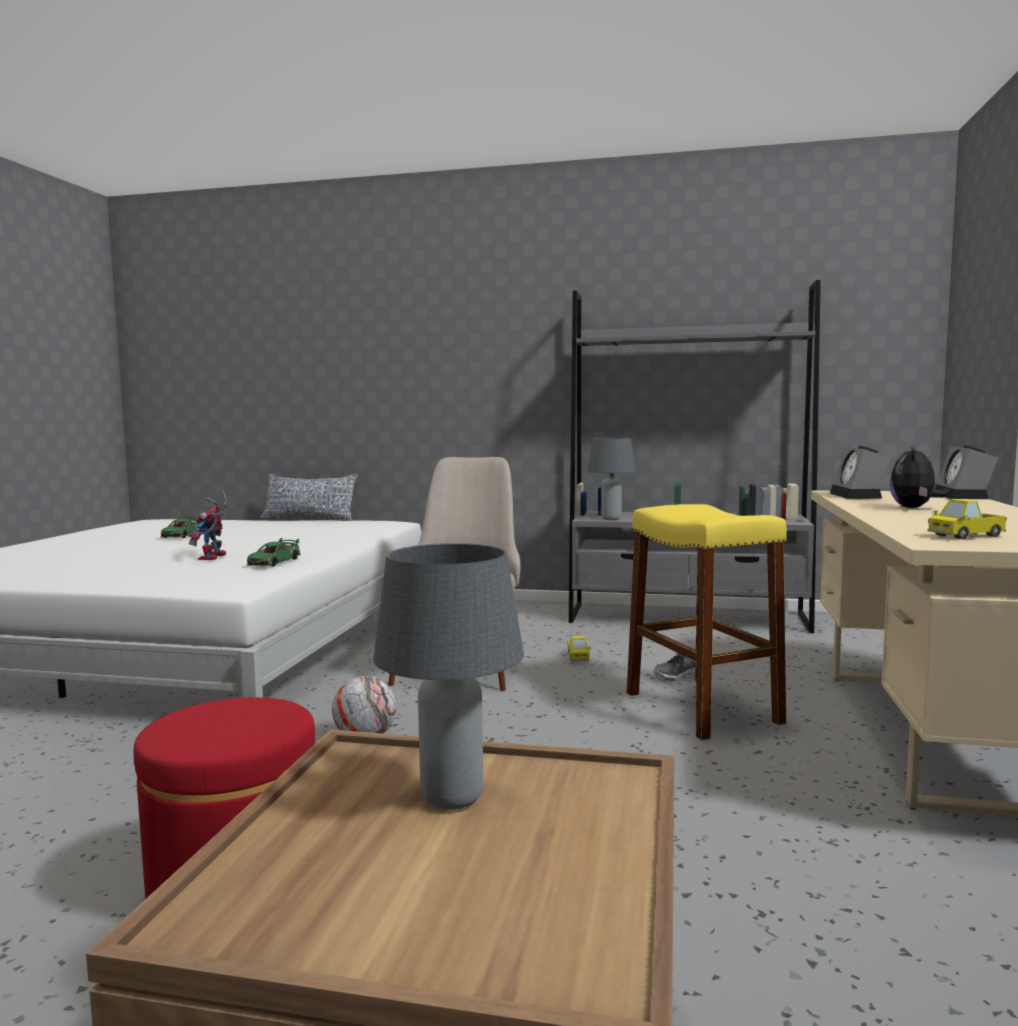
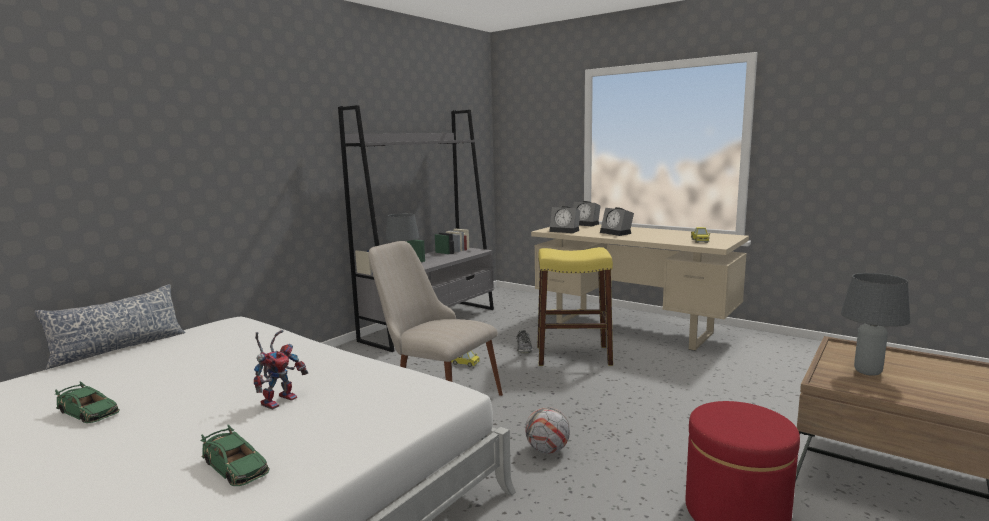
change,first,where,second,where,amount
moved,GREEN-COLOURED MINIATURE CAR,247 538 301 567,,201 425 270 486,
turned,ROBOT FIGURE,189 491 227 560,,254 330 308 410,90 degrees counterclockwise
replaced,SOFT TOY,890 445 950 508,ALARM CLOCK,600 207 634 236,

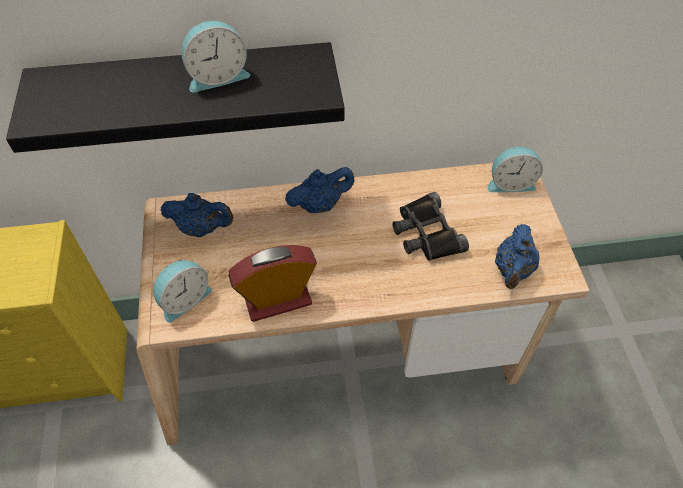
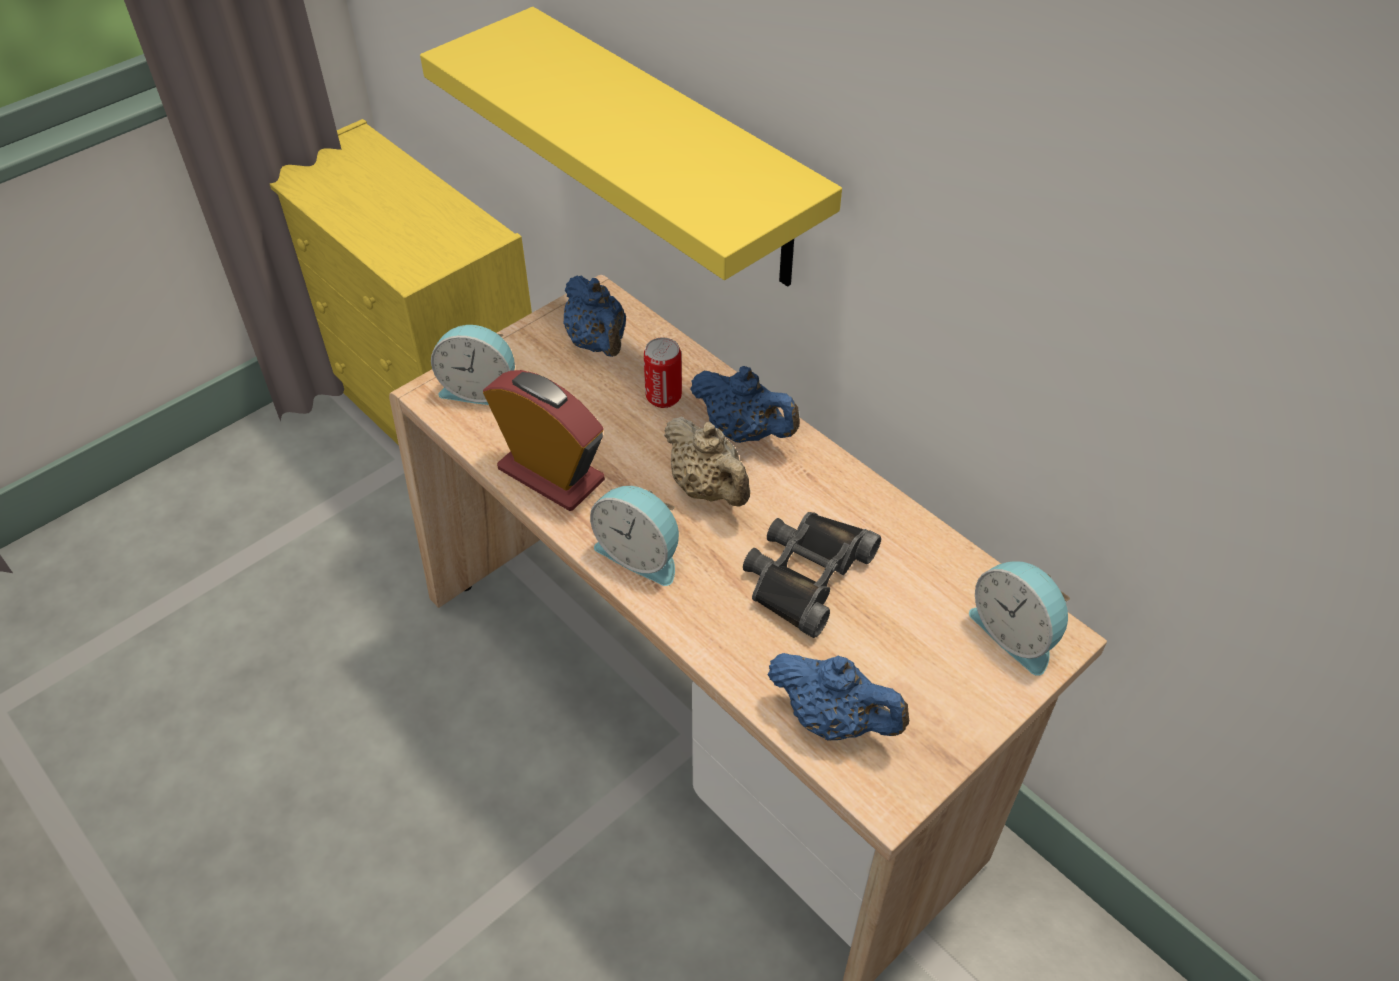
change,first,where,second,where,amount
recoloured,BLACK BRACKET SHELF,6 42 344 153,YELLOW BRACKET SHELF,420 7 842 287,
moved,ALARM CLOCK,181 21 250 92,,590 486 679 586,
added,,,CAN,644 338 682 408,
added,,,BEIGE-COLOURED TEA POT,664 416 750 507,
turned,BLUE-COLOURED TEA POT,495 224 540 289,,767 653 909 741,135 degrees counterclockwise

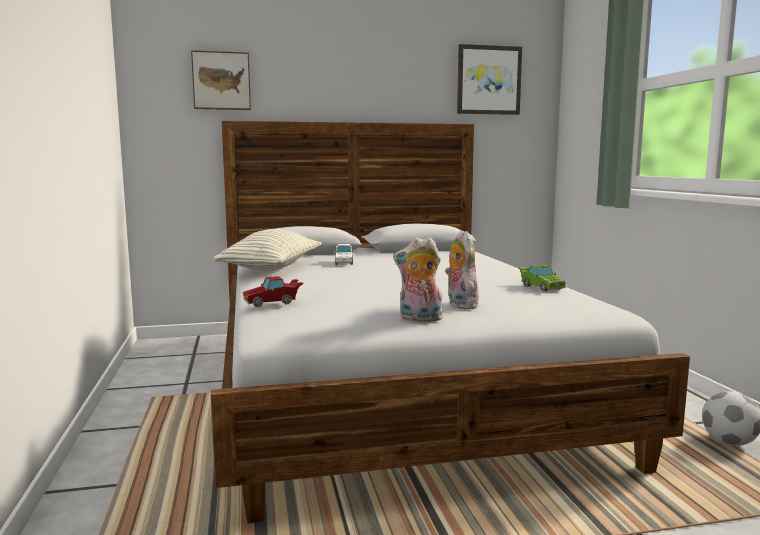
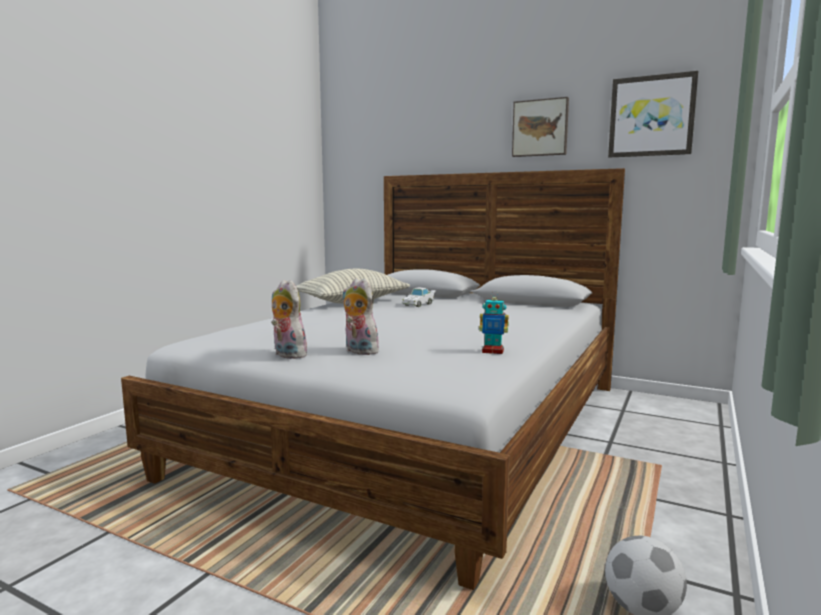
change,first,where,second,where,amount
turned,SOFT TOY,445 230 479 309,,343 278 379 355,75 degrees counterclockwise
replaced,GREEN-COLOURED MINIATURE CAR,518 264 566 292,ROBOT FIGURE,479 291 509 354,
moved,WALL PICTURE,191 50 251 110,,512 97 569 157,
removed,RED MINIATURE CAR,242 276 303 307,,,

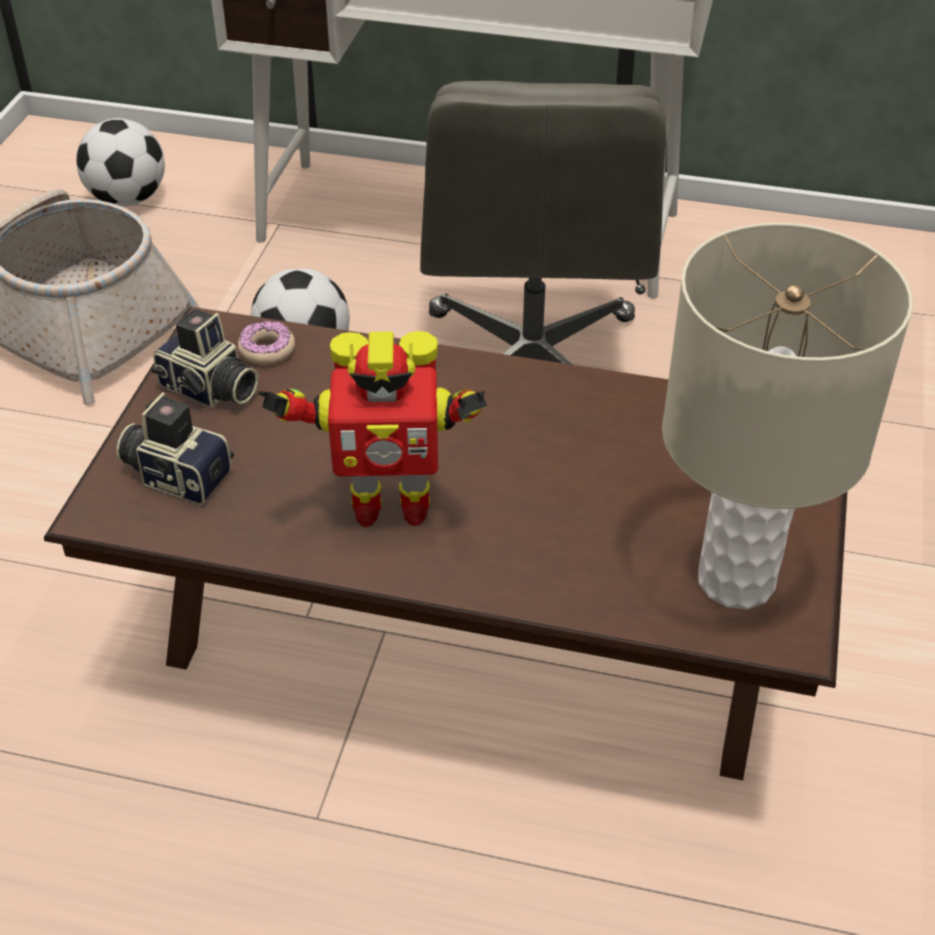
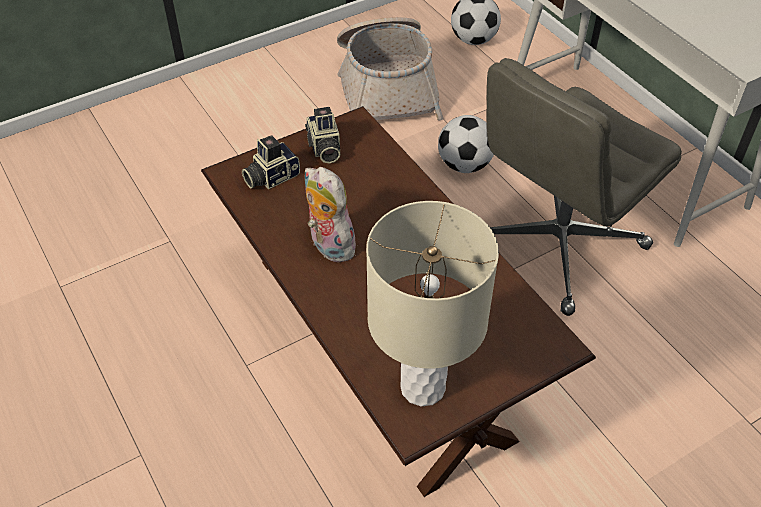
change,first,where,second,where,amount
turned,PHOTO CAMERA,116 392 234 505,,242 136 300 189,105 degrees counterclockwise
replaced,ROBOT FIGURE,258 331 488 527,SOFT TOY,305 167 356 263,
removed,RING DOUGHNUT,238 321 295 365,,,

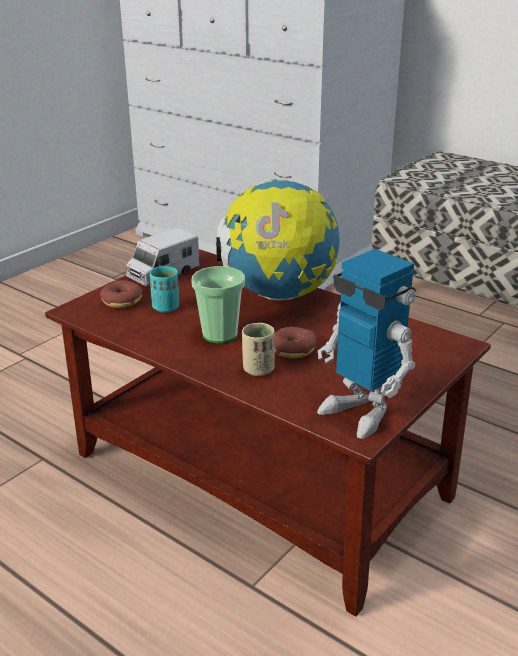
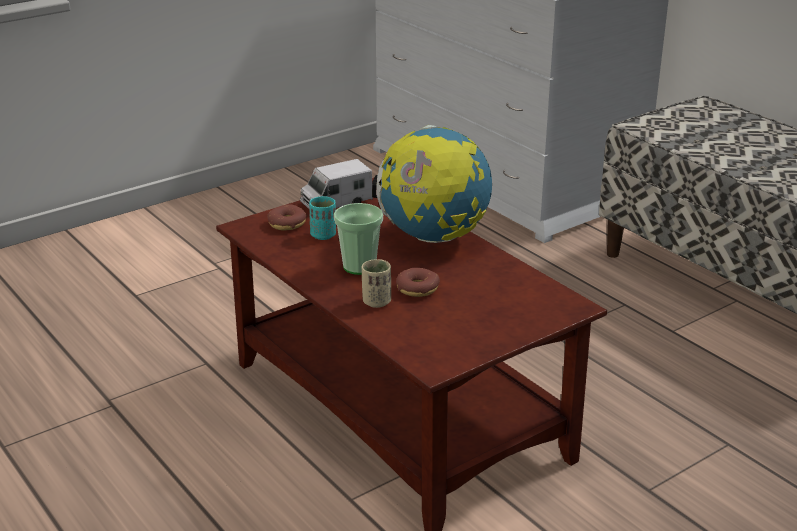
change,first,where,second,where,amount
removed,ROBOT FIGURE,317 249 416 439,,,

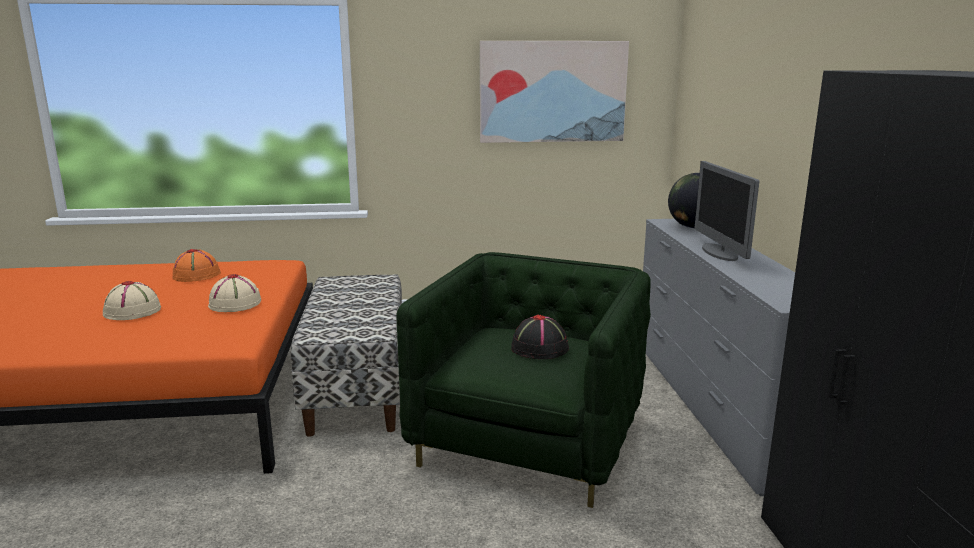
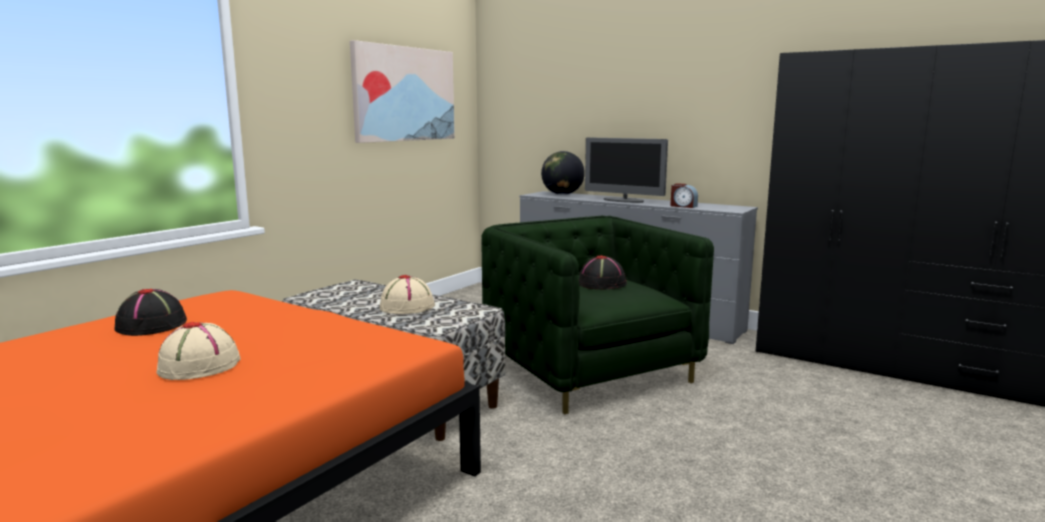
change,first,where,second,where,amount
recoloured,ORANGE HAT,173 249 221 282,BLACK HAT,115 289 187 336,
moved,BEIGE-COLOURED HAT,208 274 261 312,,380 275 435 314,
added,,,ALARM CLOCK,670 183 698 208,

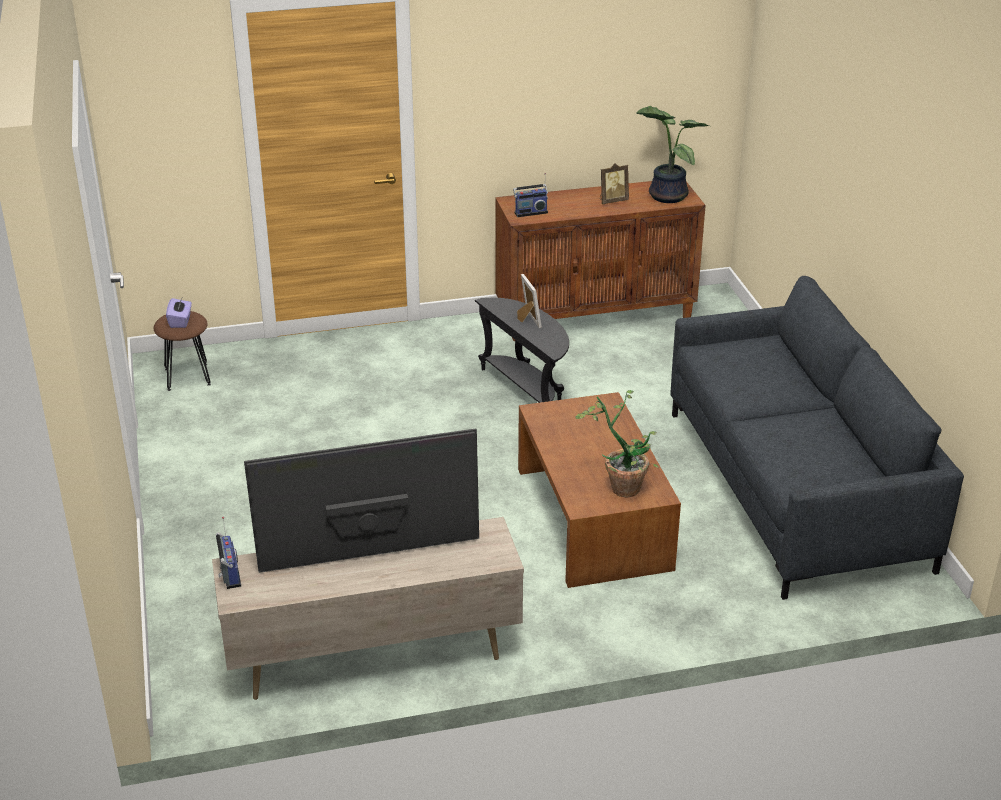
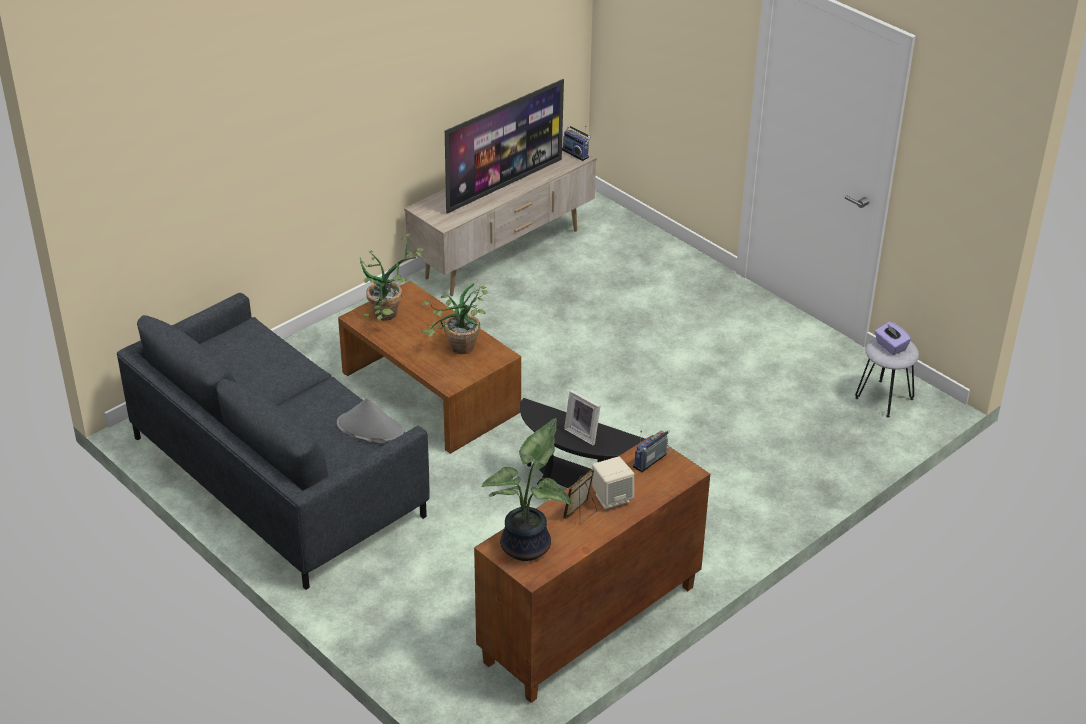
change,first,where,second,where,amount
added,,,GREYISH HAT,337 398 404 443,
added,,,POTTED PLANT,421 284 489 354,
added,,,BEIGE-COLOURED AUDIO SPEAKER,592 456 634 510,
recoloured,BROWN STOOL SEAT,154 311 211 391,GREYISH STOOL SEAT,855 337 919 417,

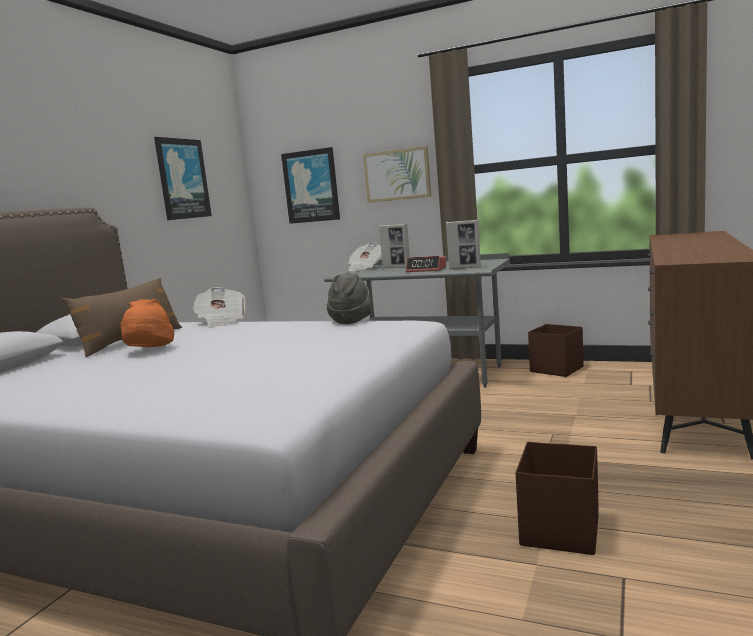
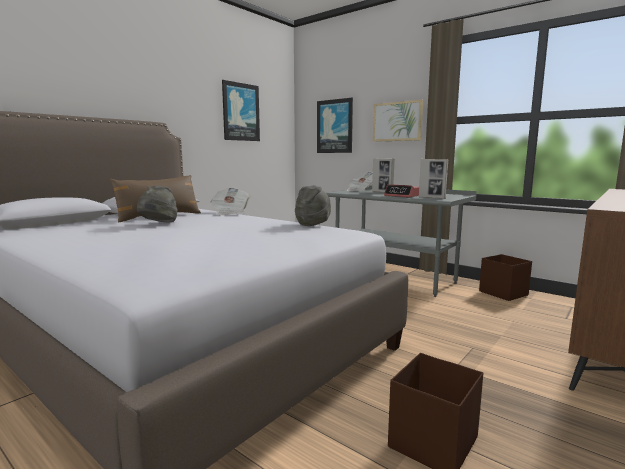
change,first,where,second,where,amount
recoloured,ORANGE HAT,121 299 174 347,GREYISH HAT,137 186 178 223,

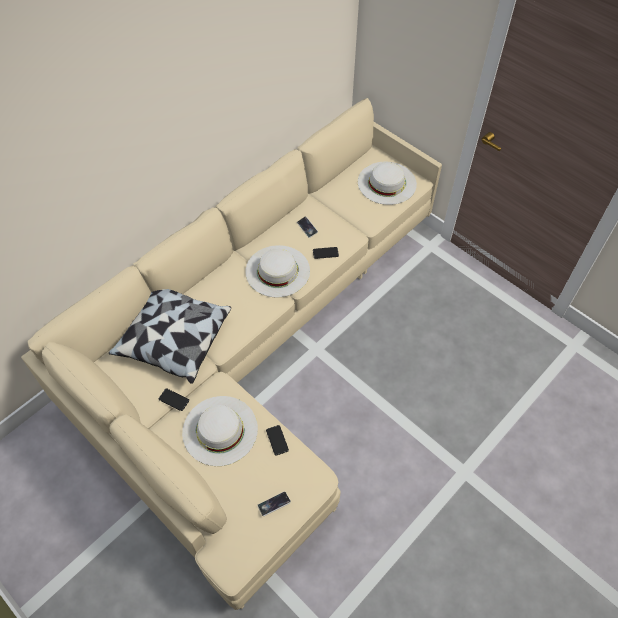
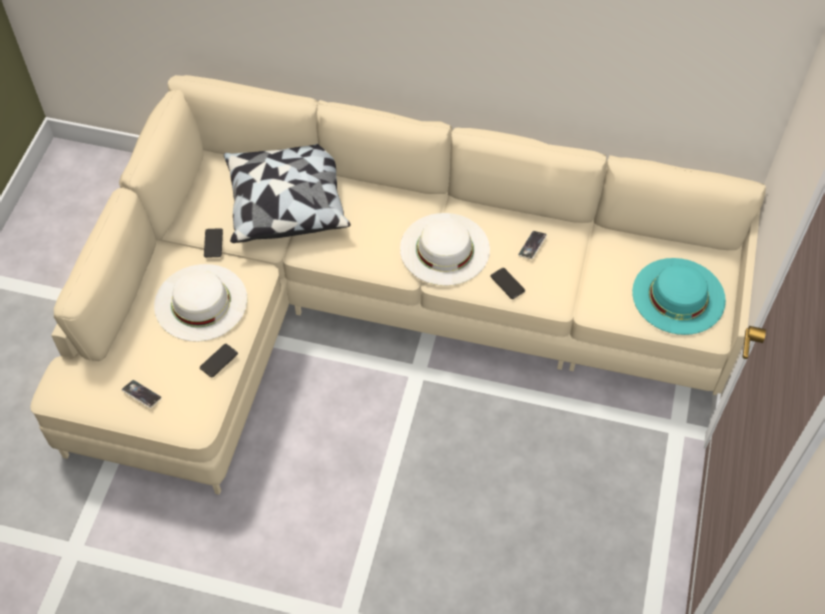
change,first,where,second,where,amount
recoloured,WHITISH HAT,358 162 417 205,TURQUOISE-COLOURED HAT,632 258 726 335,

